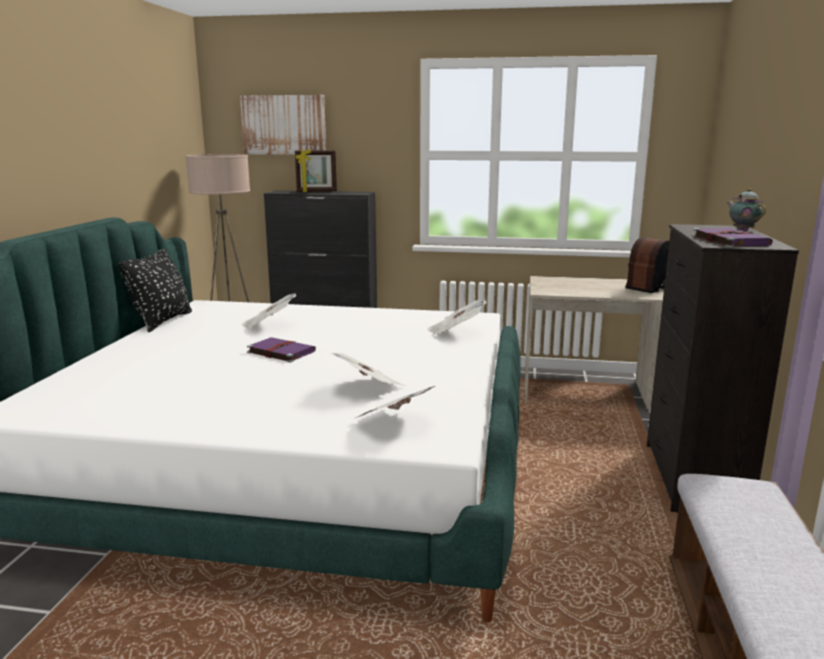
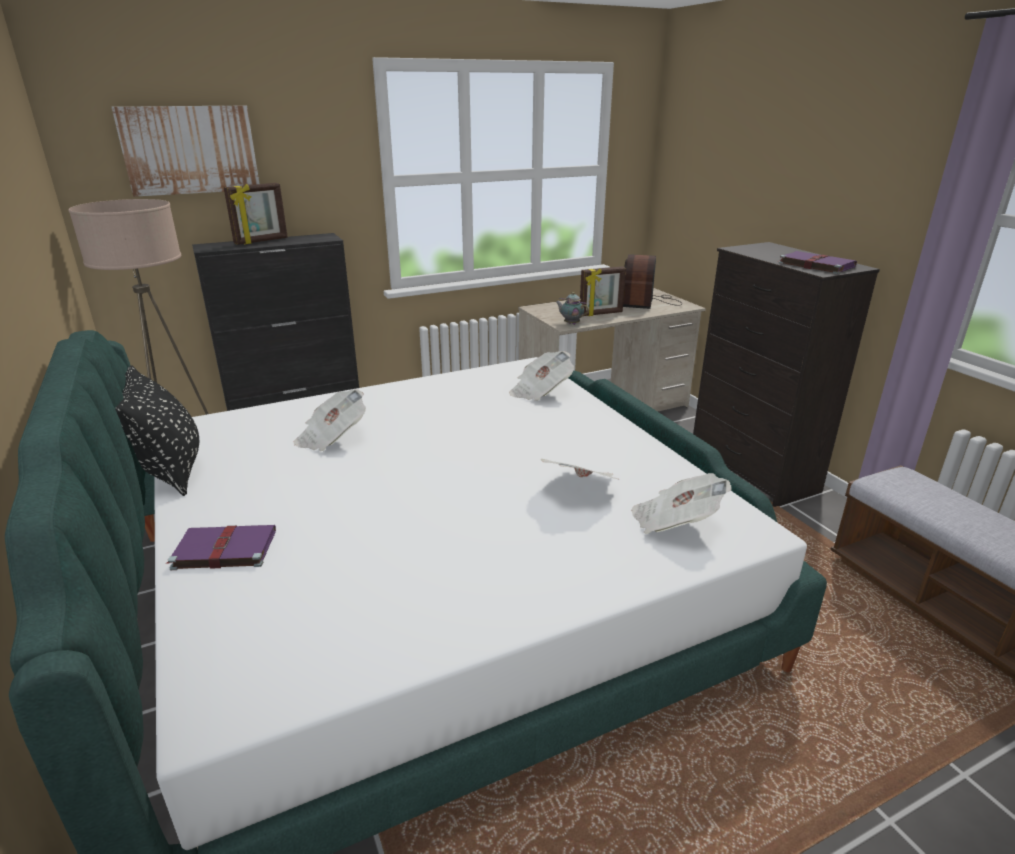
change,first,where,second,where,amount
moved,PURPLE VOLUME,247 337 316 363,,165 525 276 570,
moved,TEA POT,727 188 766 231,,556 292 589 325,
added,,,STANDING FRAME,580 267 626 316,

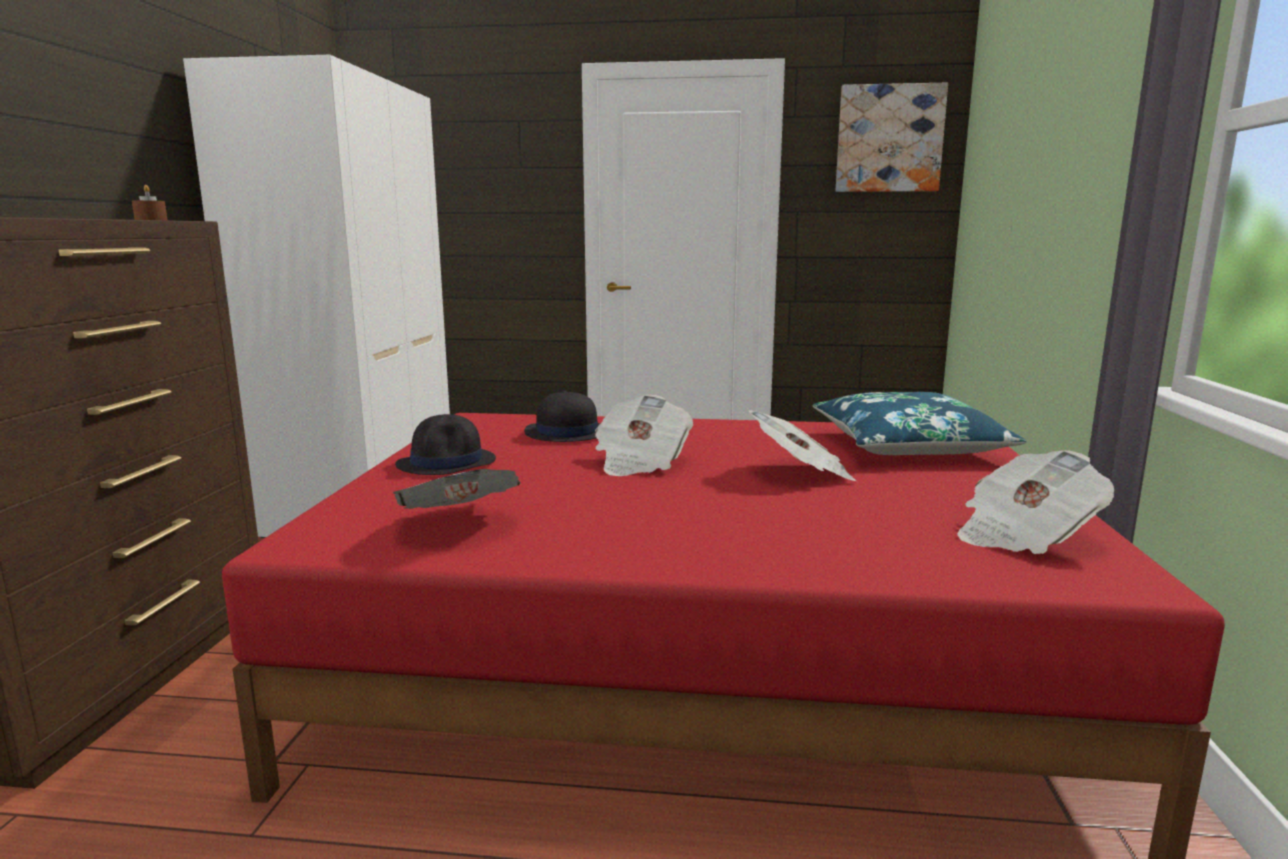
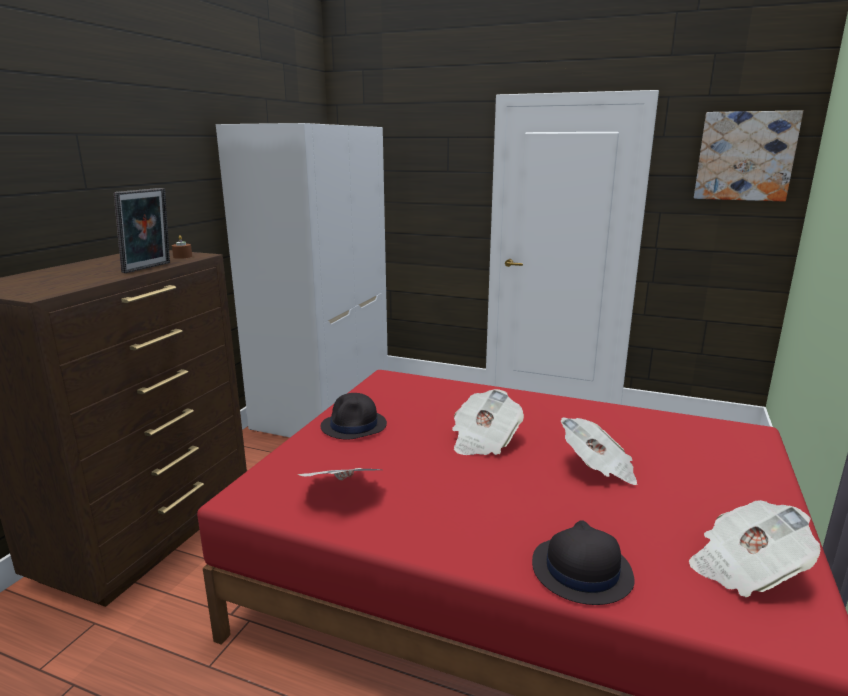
change,first,where,second,where,amount
added,,,STANDING FRAME,114 188 170 273,
moved,BLACK HAT,524 391 600 442,,532 520 635 605,
removed,BLUE-COLOURED THROW PILLOW,813 392 1026 455,,,

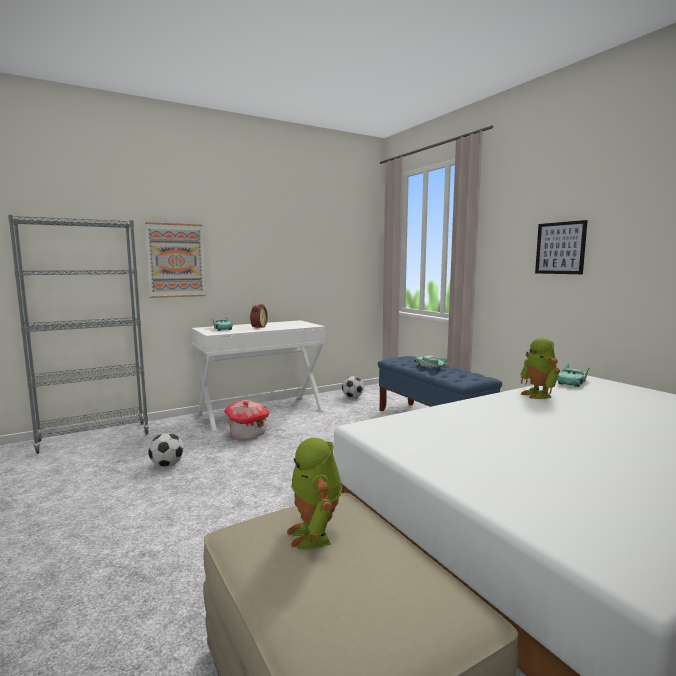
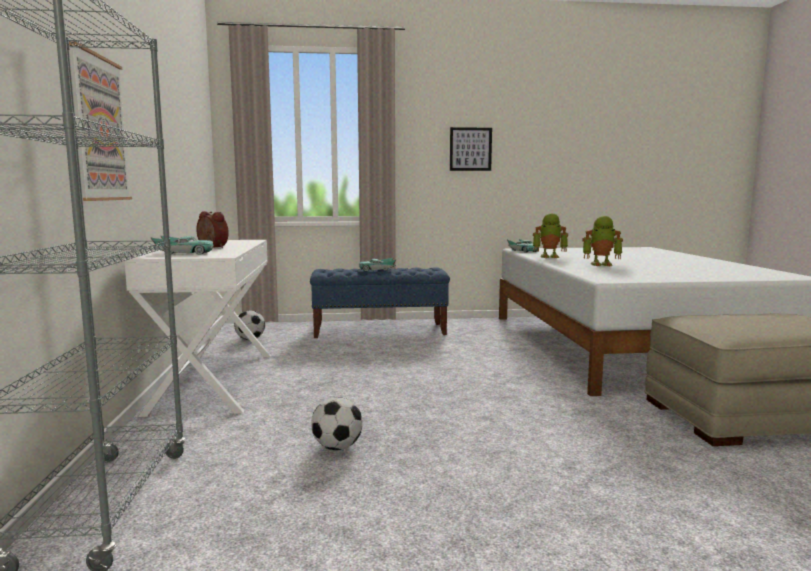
change,first,where,second,where,amount
moved,ROBOT FIGURE,287 438 342 549,,583 216 623 266,
removed,MINIATURE HOUSE,224 400 269 440,,,

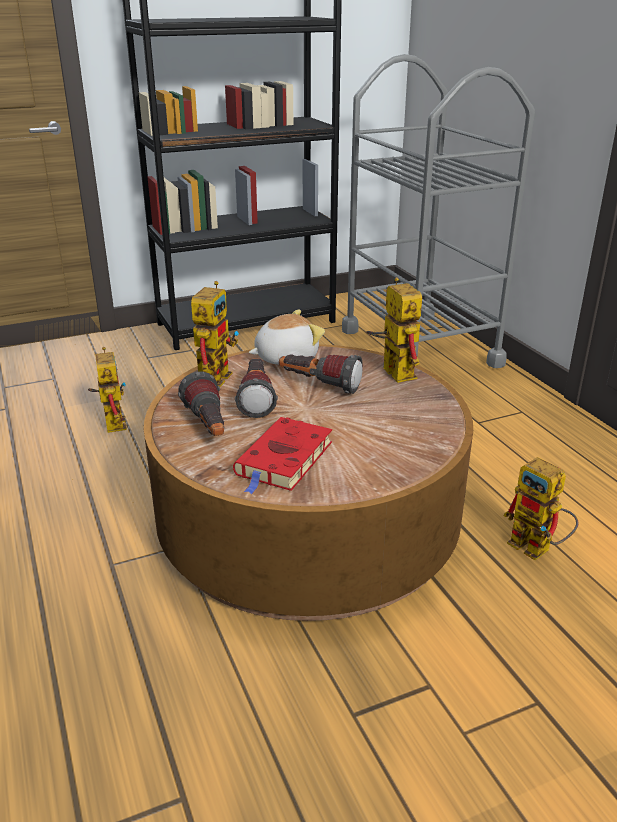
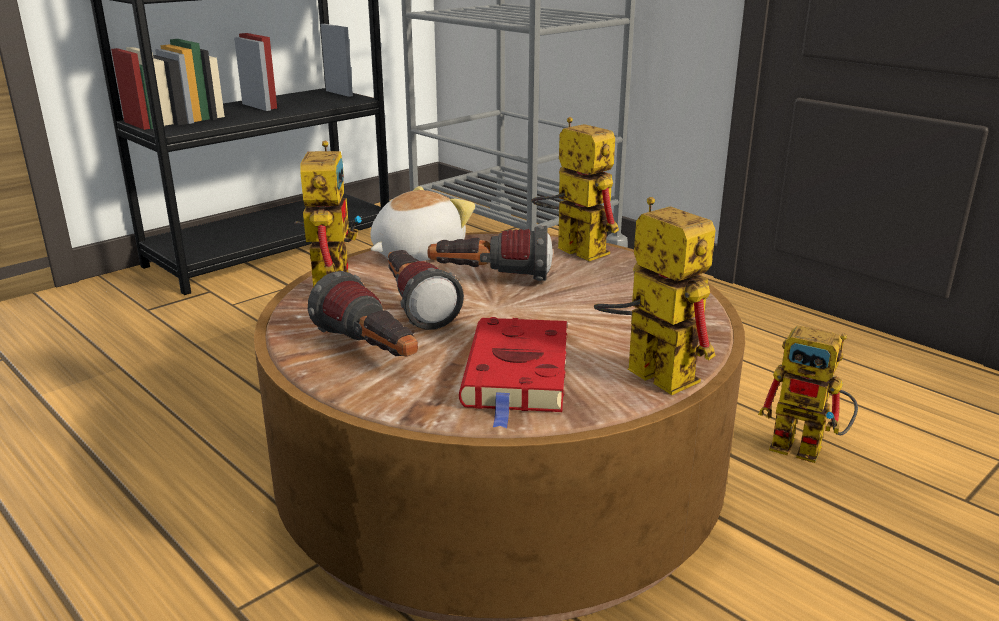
change,first,where,second,where,amount
moved,ROBOT FIGURE,88 347 127 433,,594 197 716 395,

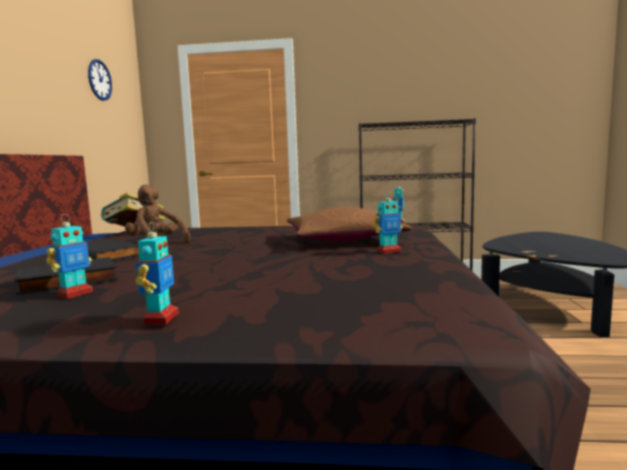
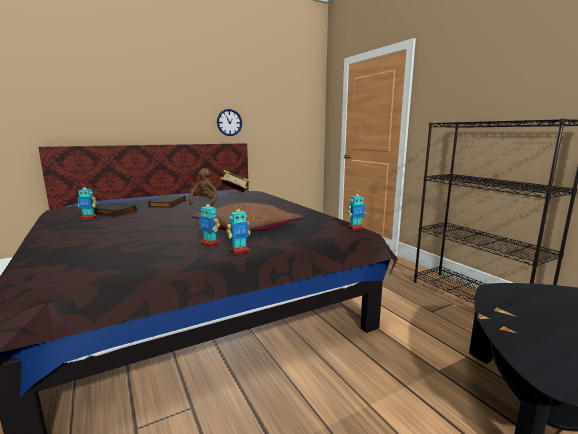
change,first,where,second,where,amount
moved,CLOCK ON THE WALL,88 59 112 101,,217 109 242 136,
moved,ROBOT FIGURE,135 222 178 325,,227 205 250 255,

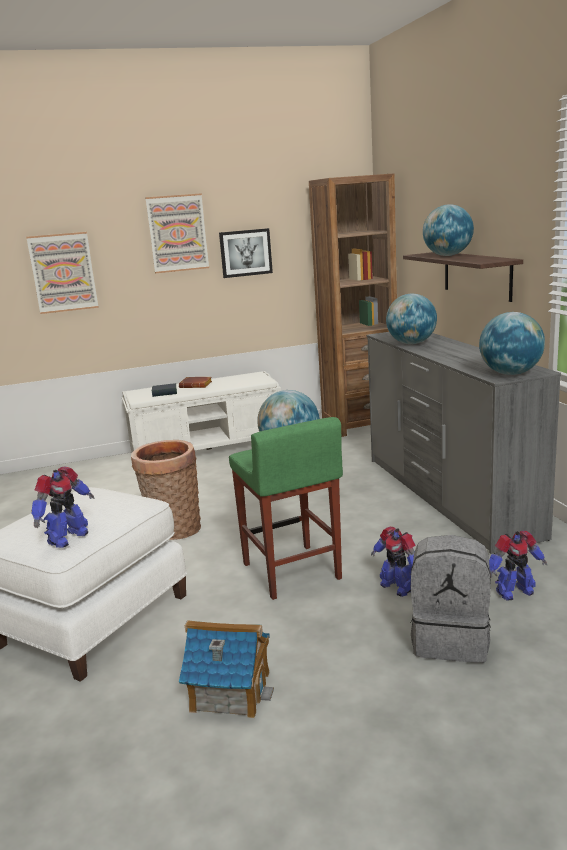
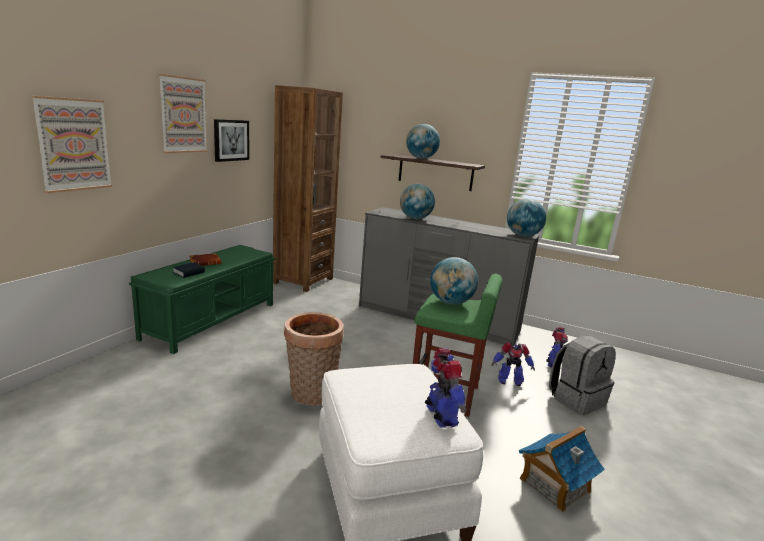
change,first,where,second,where,amount
recoloured,WHITISH LONG SEAT,122 371 281 453,GREEN-COLOURED LONG SEAT,129 245 275 354,

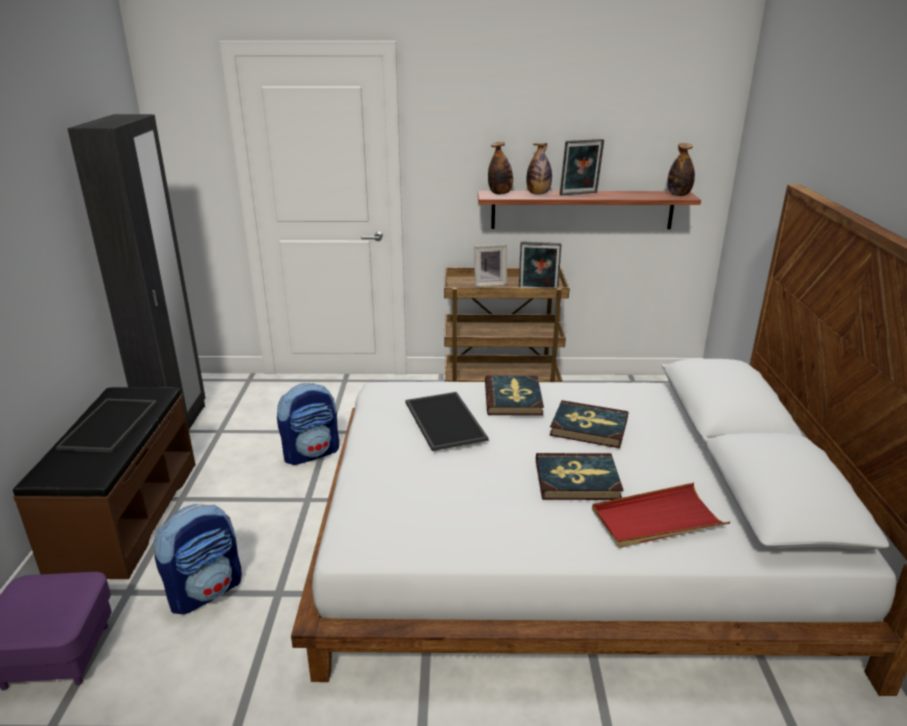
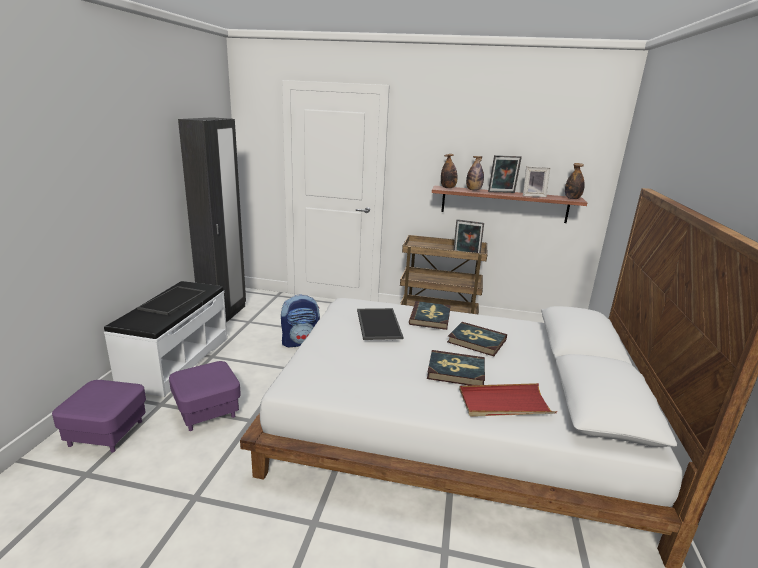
change,first,where,second,where,amount
recoloured,BROWN LONG SEAT,13 387 195 579,WHITISH LONG SEAT,104 281 228 397,
replaced,RUCKSACK,154 504 242 614,PURPLE POUFFE,169 361 241 431,
moved,STANDING FRAME,474 244 507 287,,523 166 550 197,

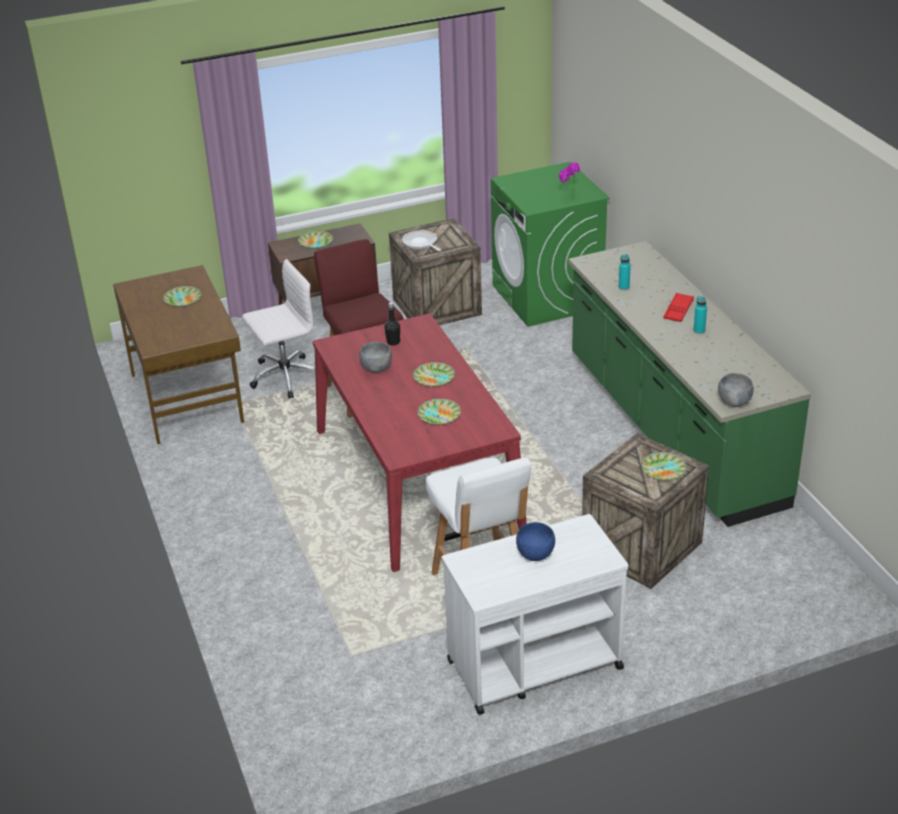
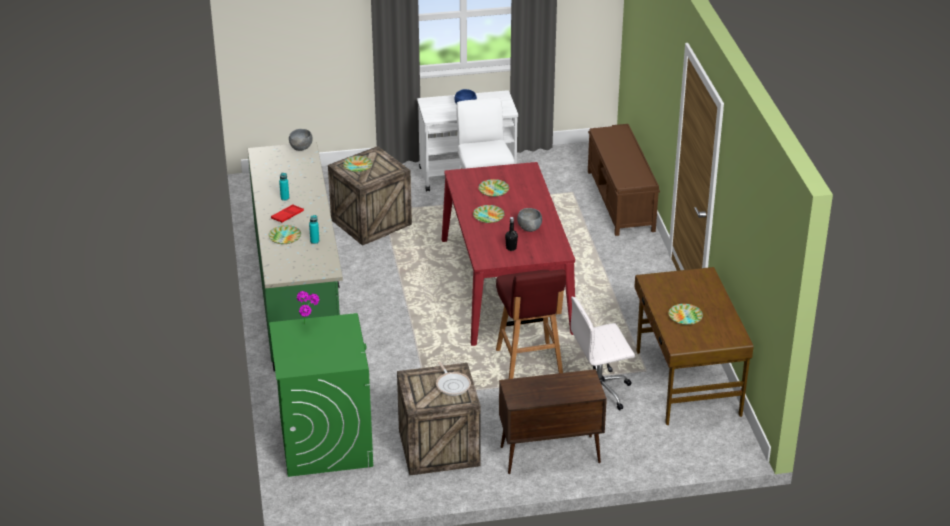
change,first,where,second,where,amount
moved,DINNER PLATE,298 231 333 249,,268 225 301 244,
added,,,BROWN LONG SEAT,588 124 660 236,

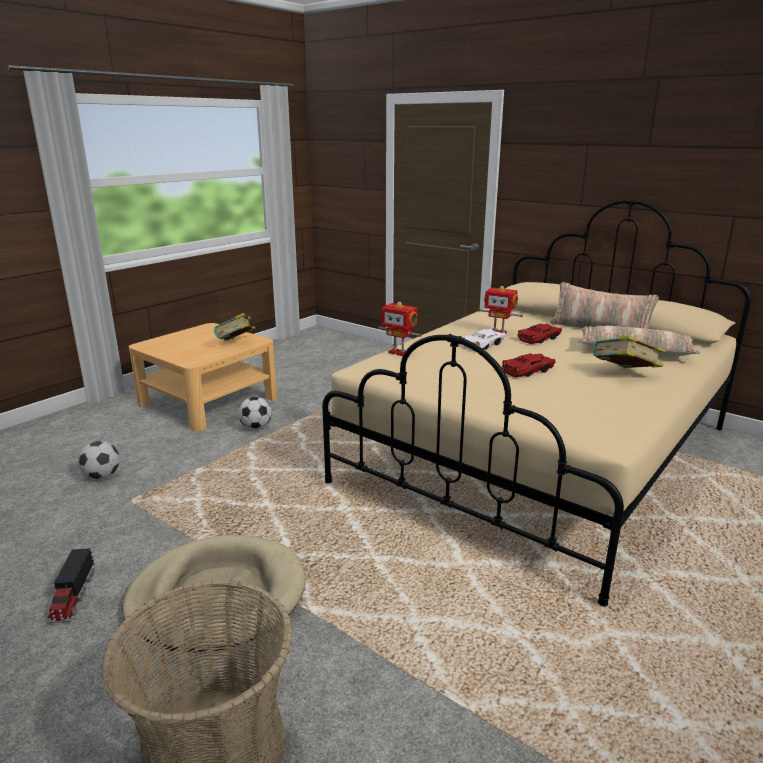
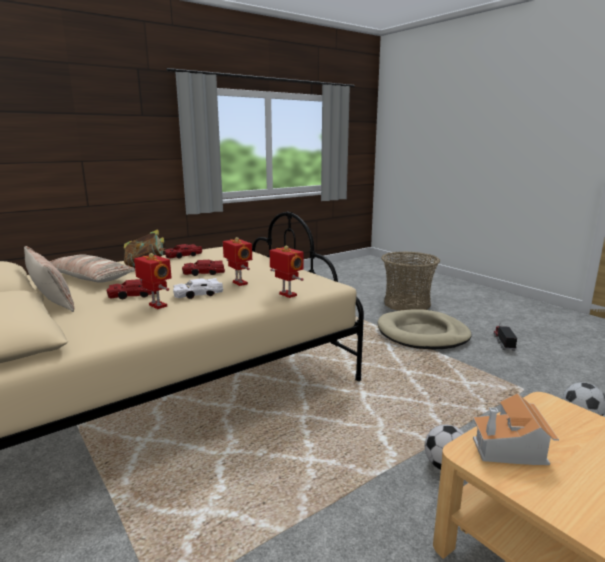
change,first,where,second,where,amount
added,,,RED MINIATURE CAR,164 244 202 259,
added,,,ROBOT FIGURE,223 237 252 286,
replaced,VOLUME,214 313 256 341,MINIATURE HOUSE,473 393 559 465,

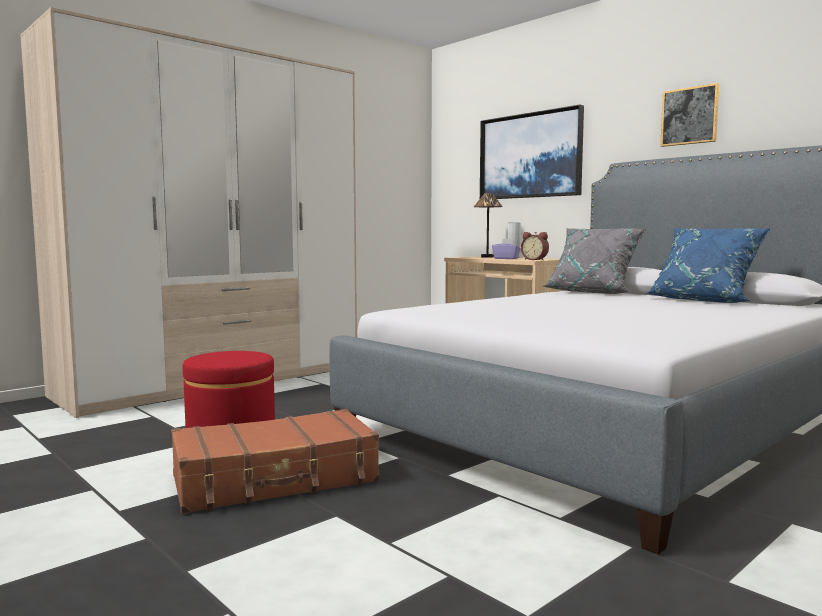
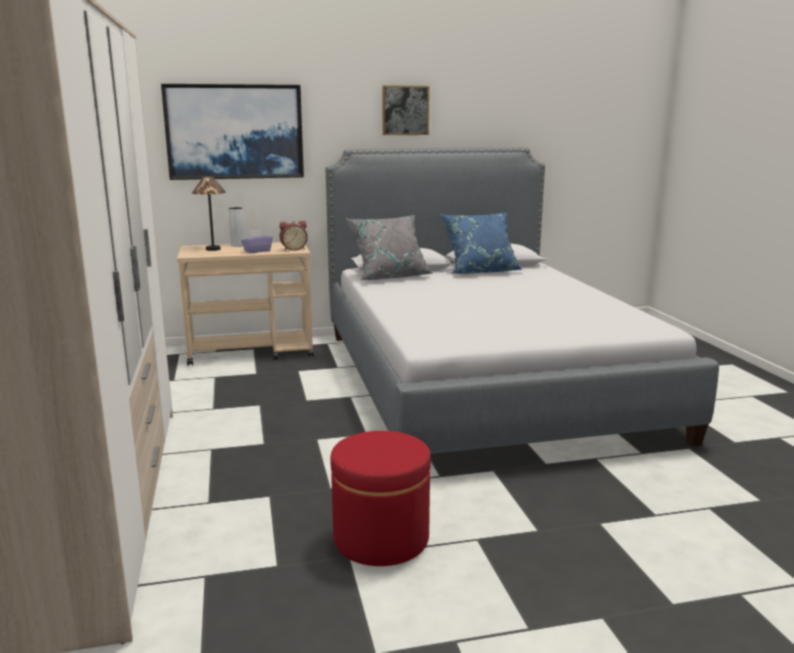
change,first,where,second,where,amount
removed,BROWN PIECE OF LUGGAGE,171 409 379 514,,,

